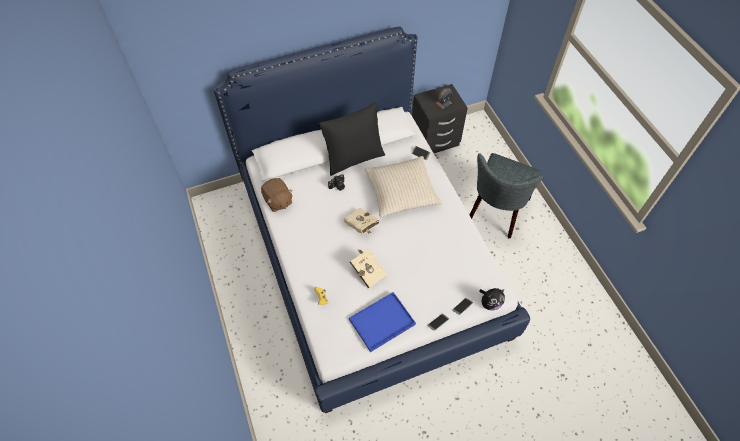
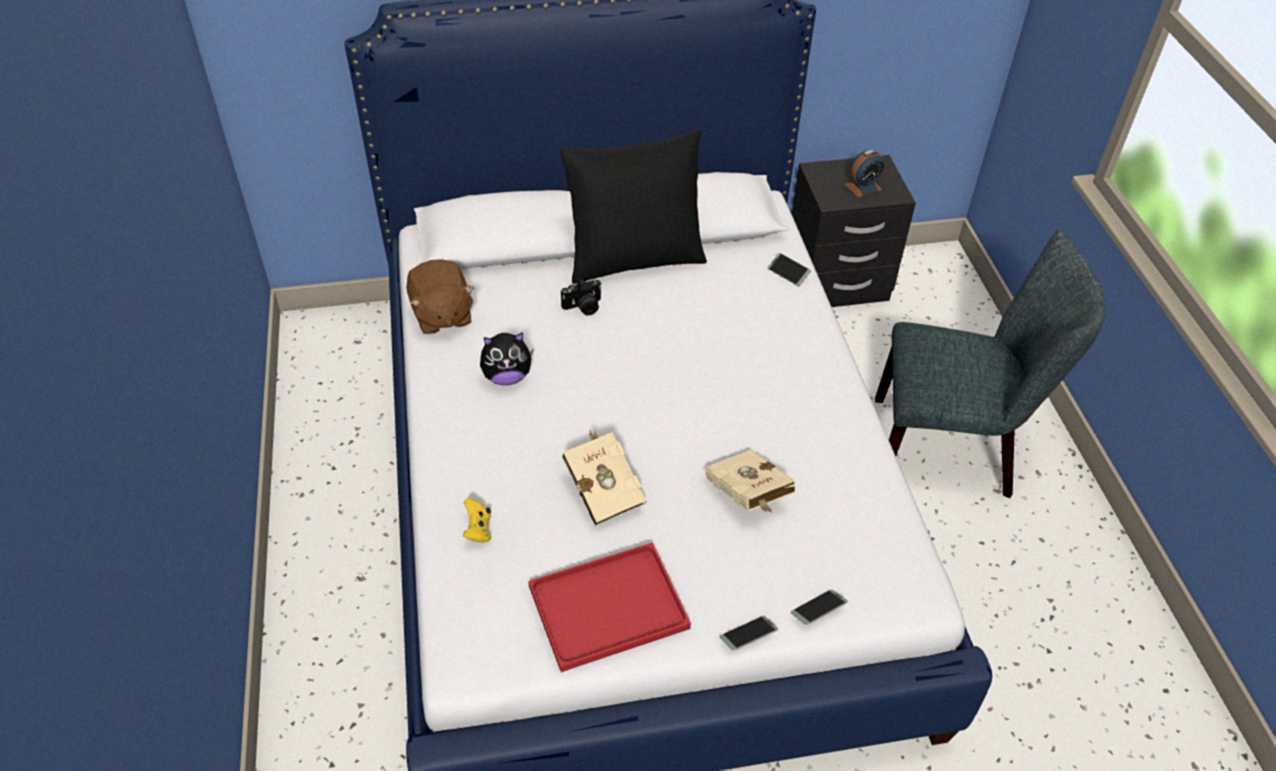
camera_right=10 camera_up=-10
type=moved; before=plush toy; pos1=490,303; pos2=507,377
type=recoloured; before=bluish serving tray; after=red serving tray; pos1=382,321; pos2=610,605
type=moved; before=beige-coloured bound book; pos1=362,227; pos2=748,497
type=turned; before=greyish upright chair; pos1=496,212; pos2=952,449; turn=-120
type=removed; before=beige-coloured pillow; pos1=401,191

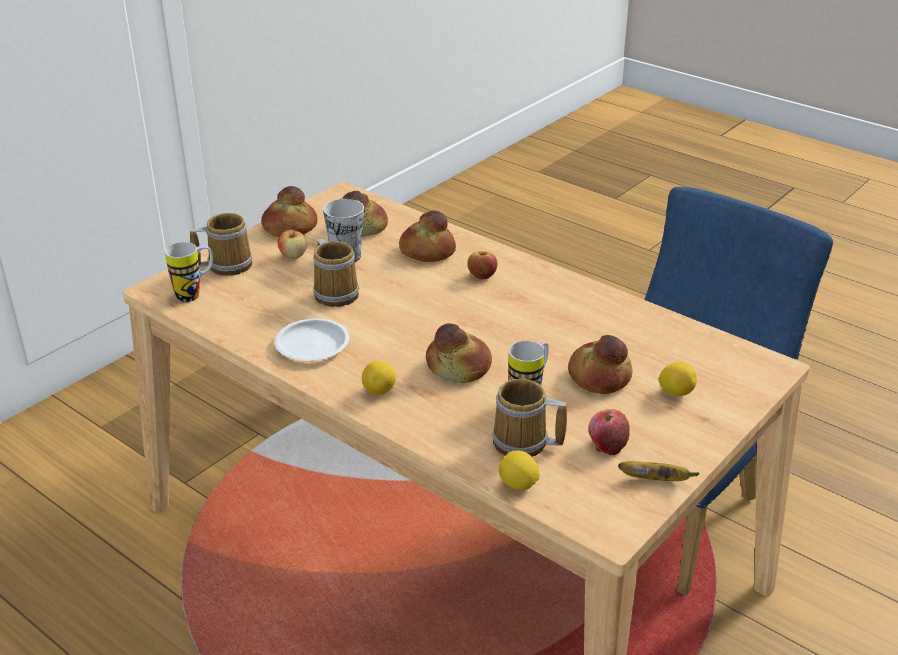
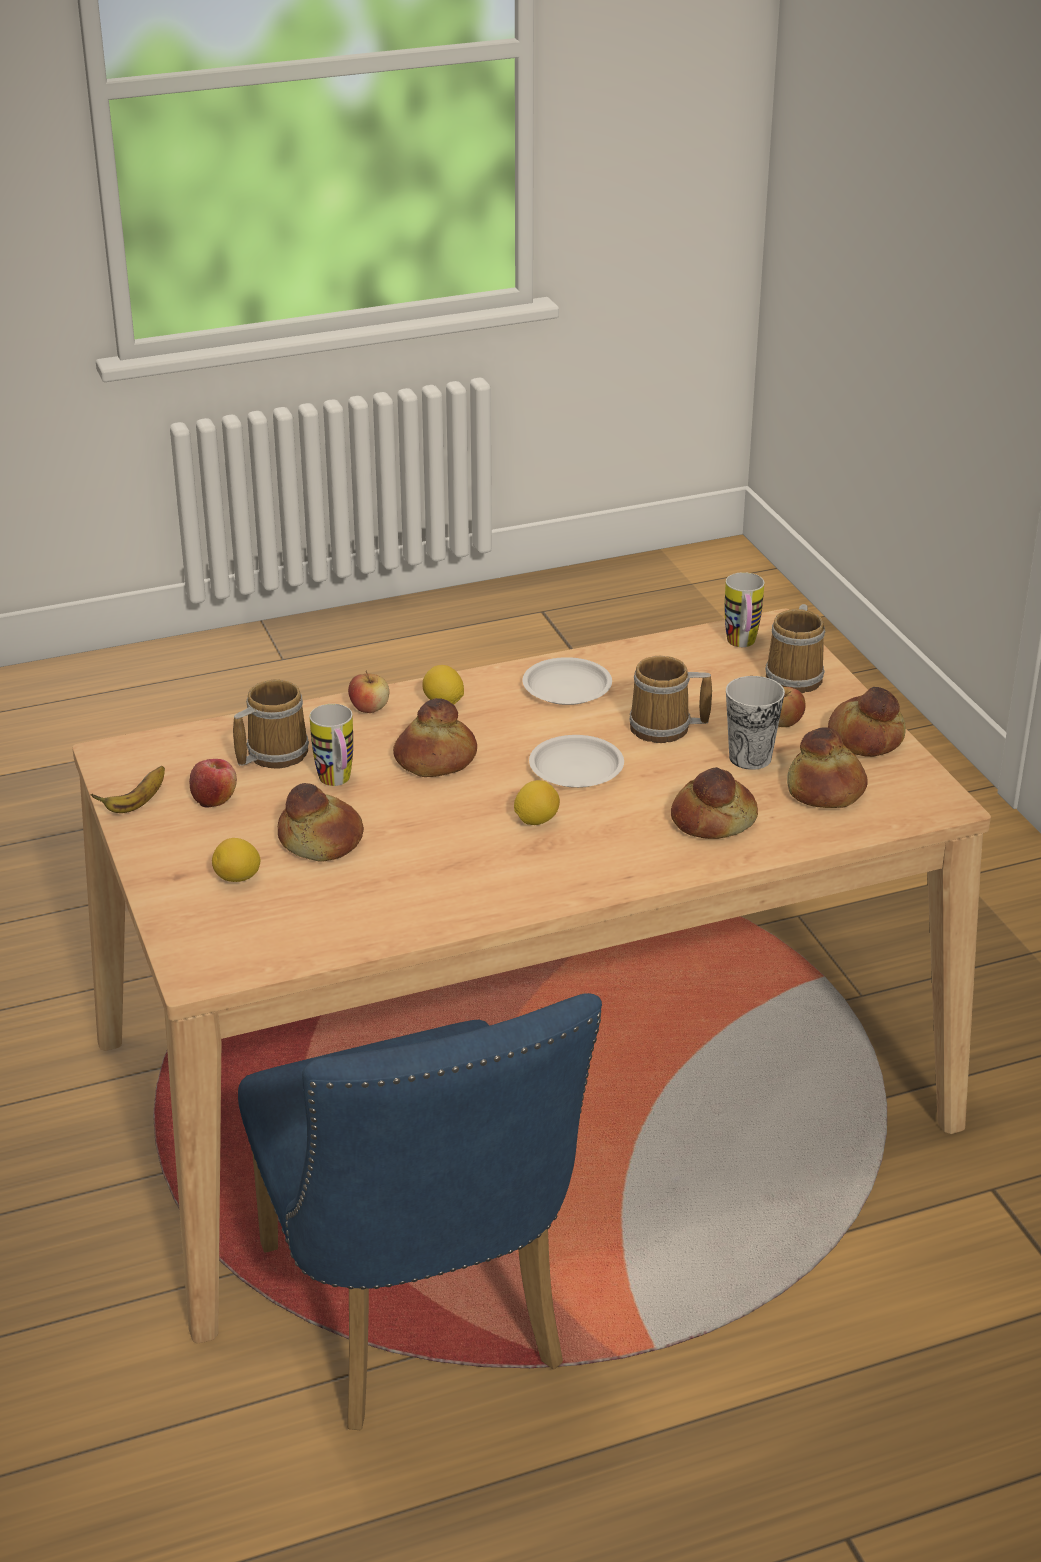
camera_right=120 camera_up=0
type=moved; before=apple; pos1=482,276; pos2=369,708
type=moved; before=lemon; pos1=518,485; pos2=536,820
type=added; after=white-coloured plate; pos2=575,768

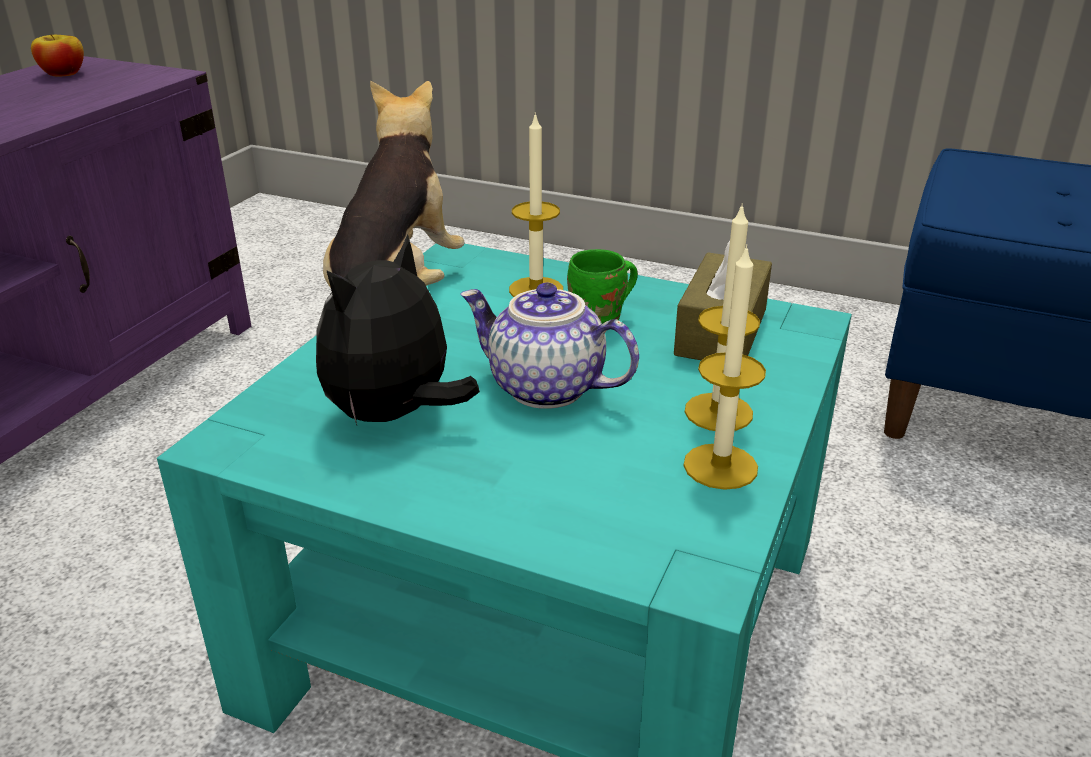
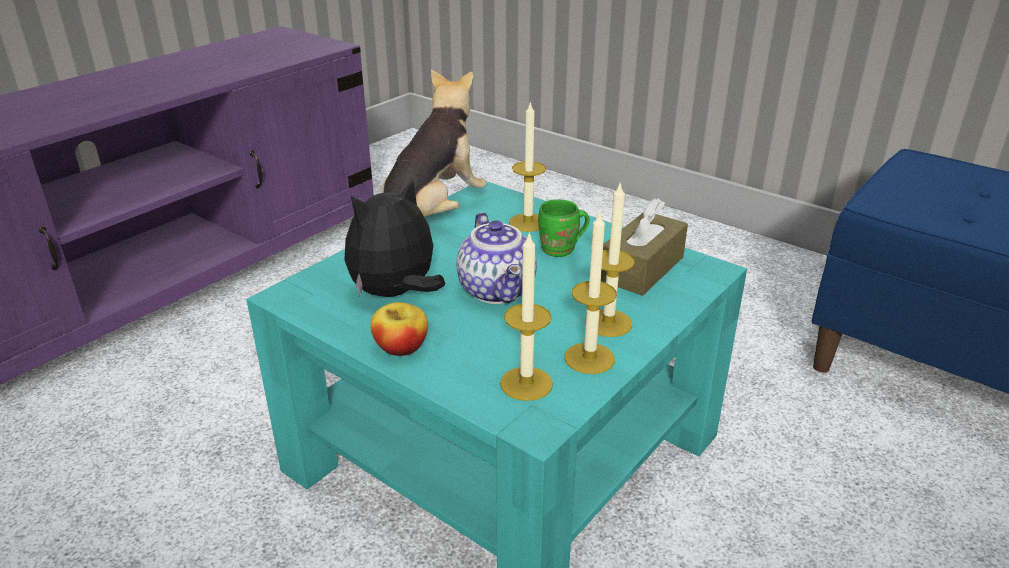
camera_right=15 camera_up=0
type=moved; before=apple; pos1=63,74; pos2=401,348
type=turned; before=teapot; pos1=544,389; pos2=499,290; turn=-150
type=added; after=candle; pos2=526,383

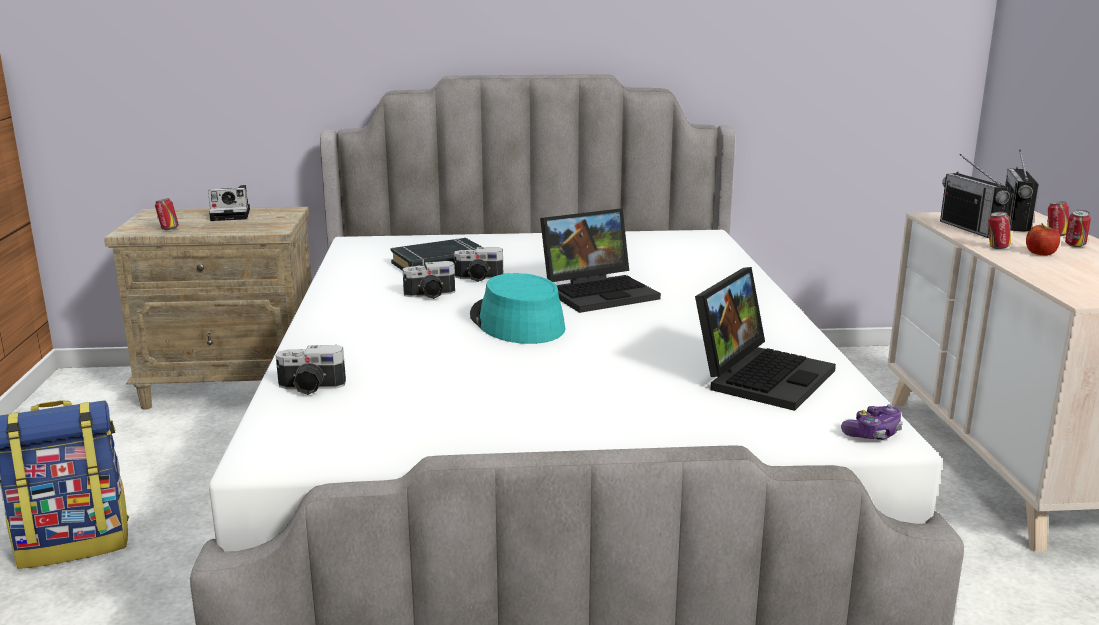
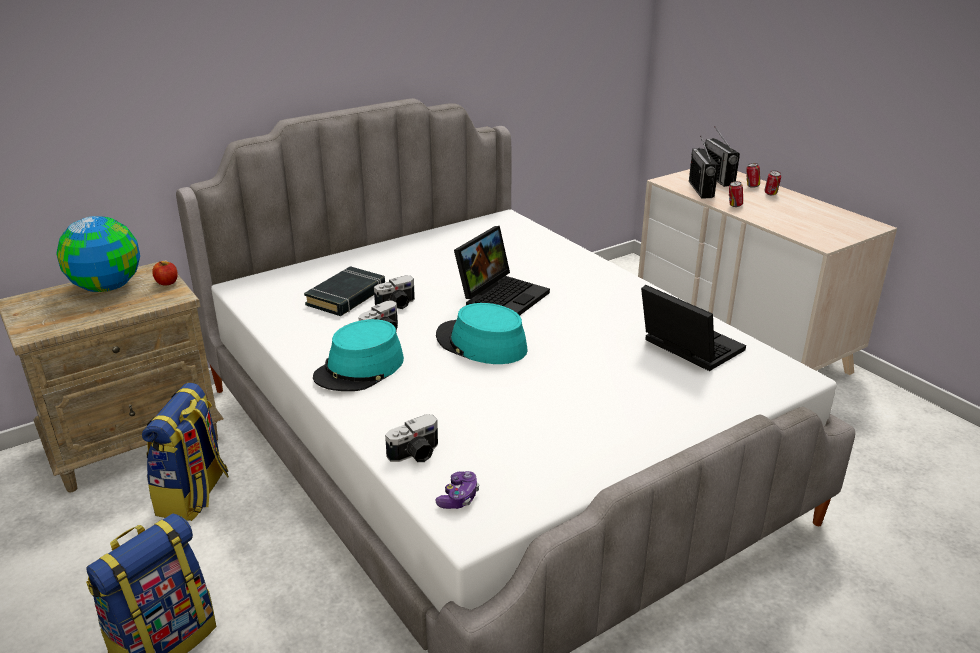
camera_right=-30 camera_up=10
type=replaced; before=still camera; after=world globe; pos1=232,214; pos2=107,287
type=added; after=knapsack; pos2=194,495
type=moved; before=apple; pos1=1040,253; pos2=167,283
type=added; after=turquoise hat; pos2=360,368
type=moved; before=joypad; pos1=873,433; pos2=459,497
type=turned; before=portable computer; pos1=761,376; pos2=686,347; turn=-45
type=turned; before=radio set; pos1=970,229; pos2=701,189; turn=45
type=removed; before=can; pos1=168,229

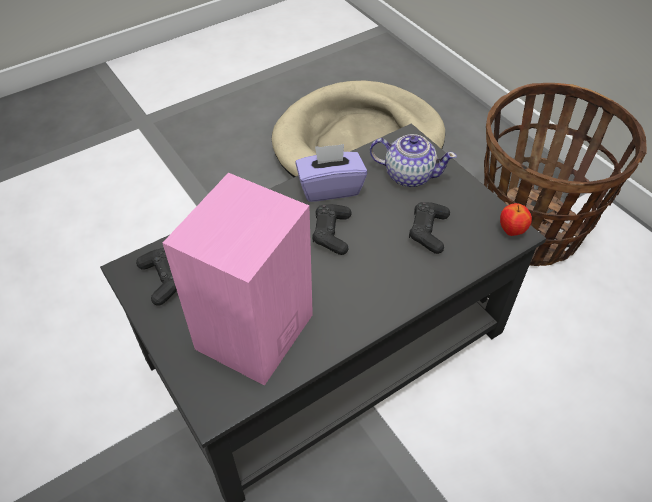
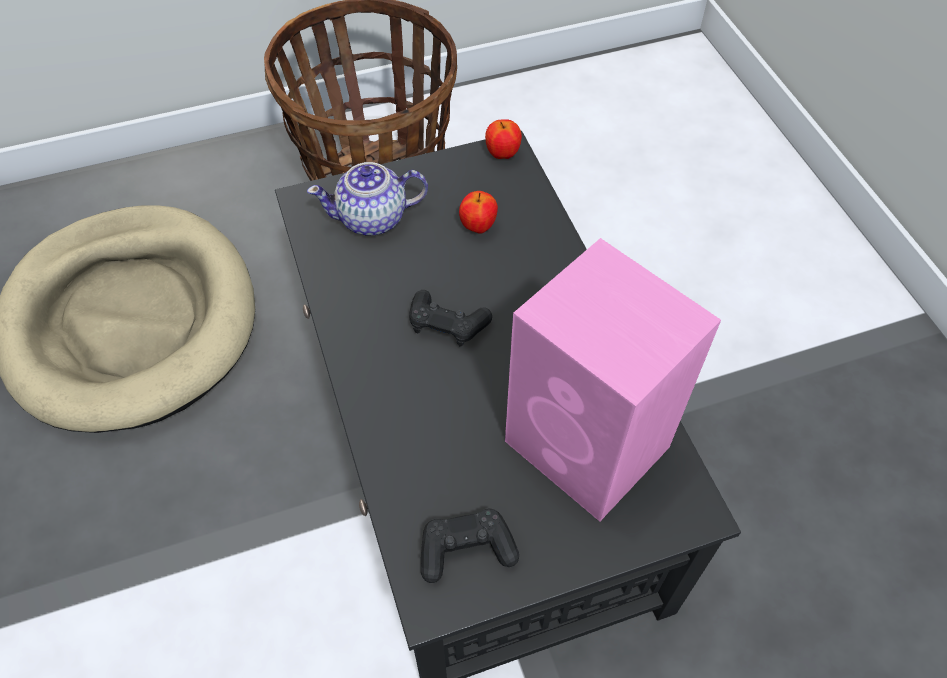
camera_right=-75 camera_up=5
type=turned; before=teapot; pos1=408,175; pos2=373,218; turn=-135
type=replaced; before=blackish joypad; after=apple; pos1=428,231; pos2=478,227
type=removed; before=purple tissue holder; pos1=330,187

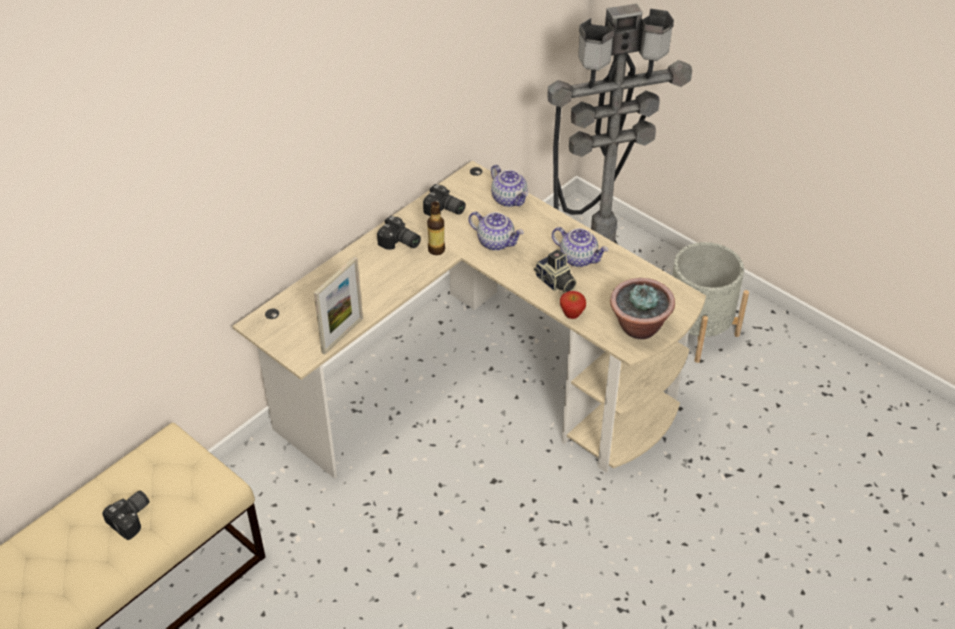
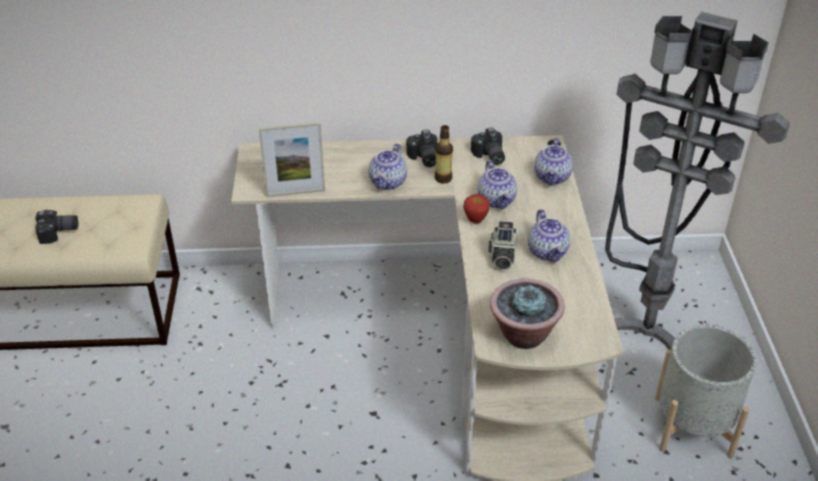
camera_right=45 camera_up=-5
type=added; after=teapot; pos2=388,182
type=moved; before=apple; pos1=572,315; pos2=475,220

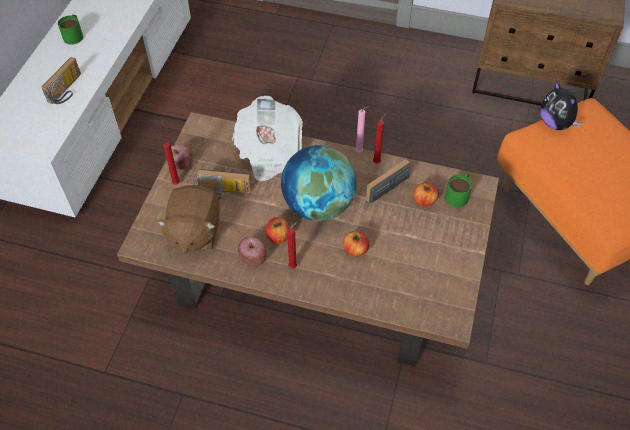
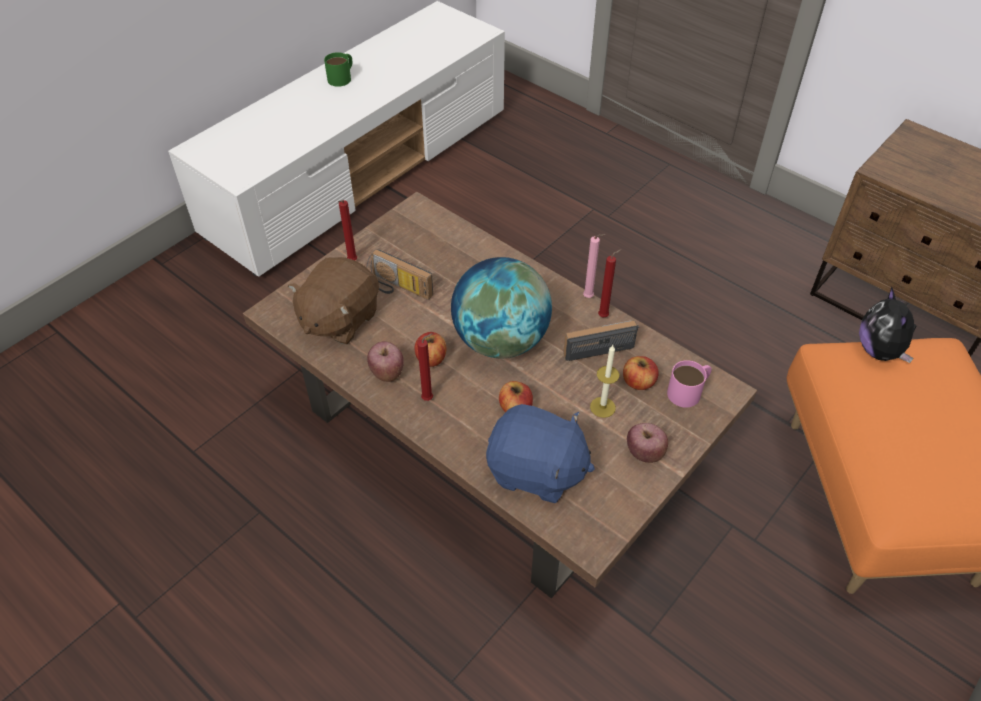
camera_right=25 camera_up=-5
type=added; after=bluish plush toy; pos2=536,471
type=added; after=candle; pos2=602,407
type=moved; before=apple; pos1=181,164; pos2=644,453
type=recoloured; before=green tea mug; after=pink tea mug; pos1=458,194; pos2=689,391
type=removed; before=radio set; pos1=67,90
type=removed; before=newspaper; pos1=269,152

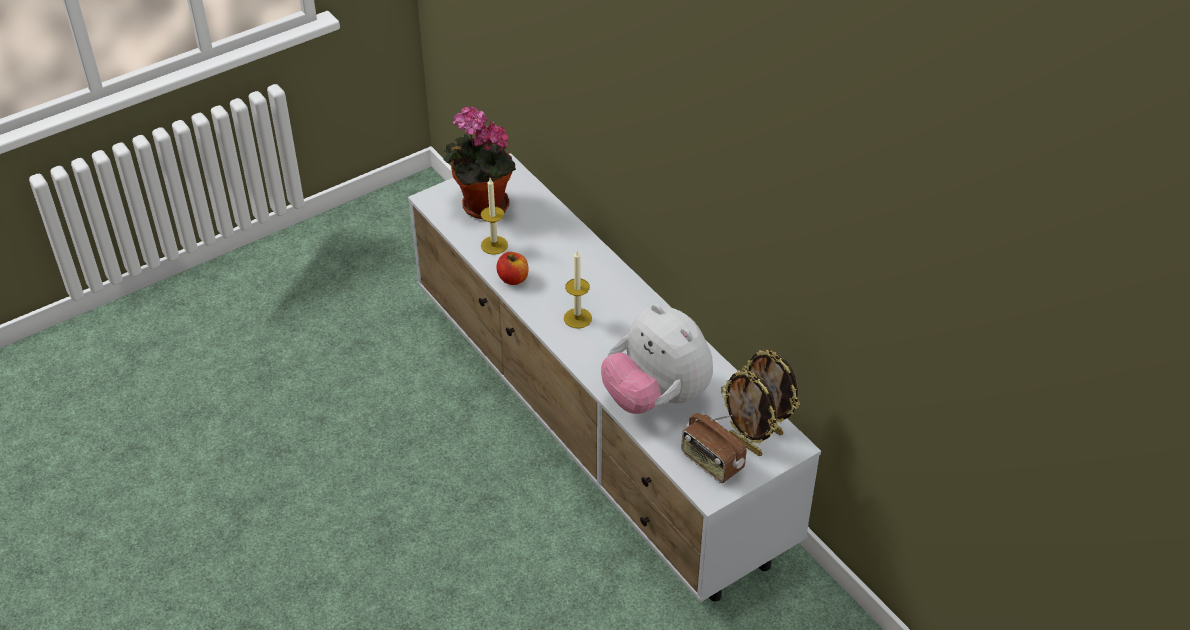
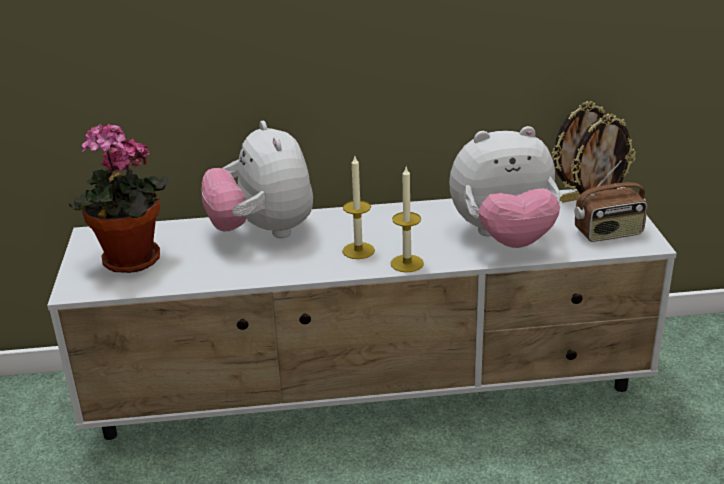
camera_right=-60 camera_up=-15
type=added; after=plush toy; pos2=263,232
type=moved; before=candle; pos1=494,245; pos2=407,263
type=removed; before=apple; pos1=513,278

